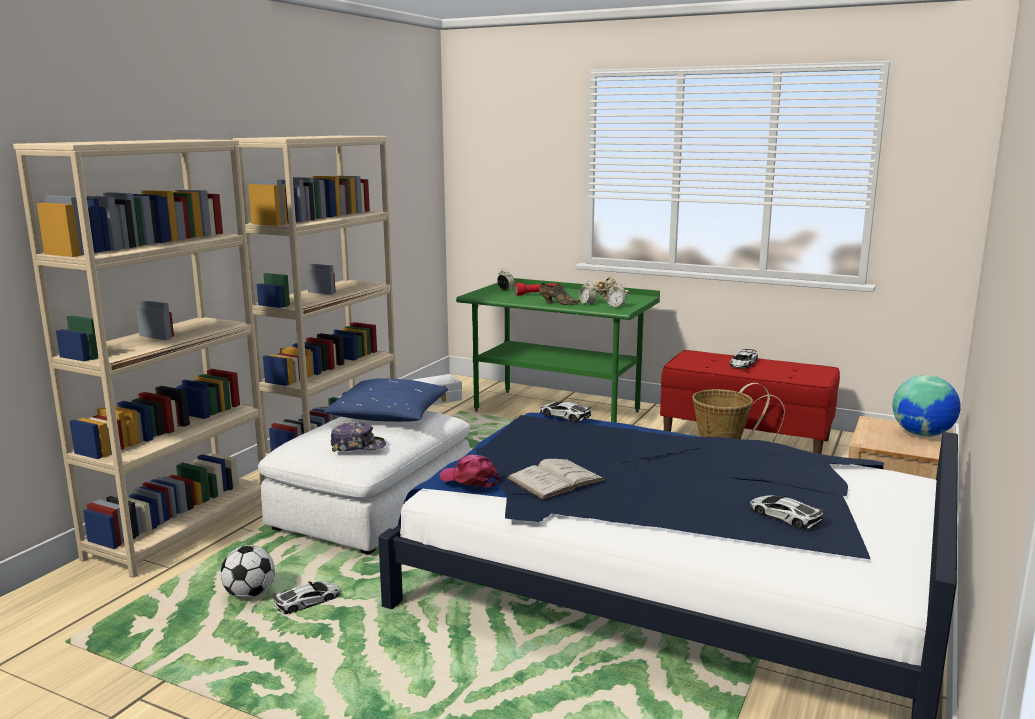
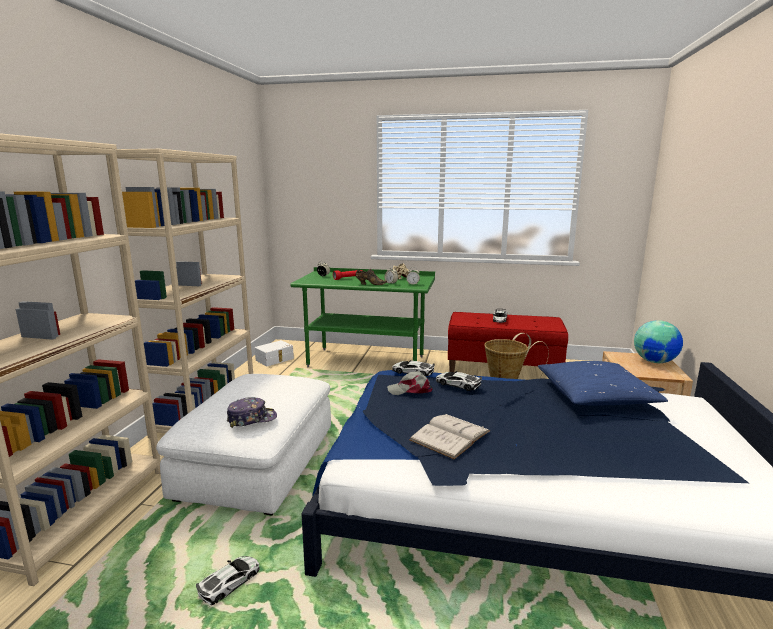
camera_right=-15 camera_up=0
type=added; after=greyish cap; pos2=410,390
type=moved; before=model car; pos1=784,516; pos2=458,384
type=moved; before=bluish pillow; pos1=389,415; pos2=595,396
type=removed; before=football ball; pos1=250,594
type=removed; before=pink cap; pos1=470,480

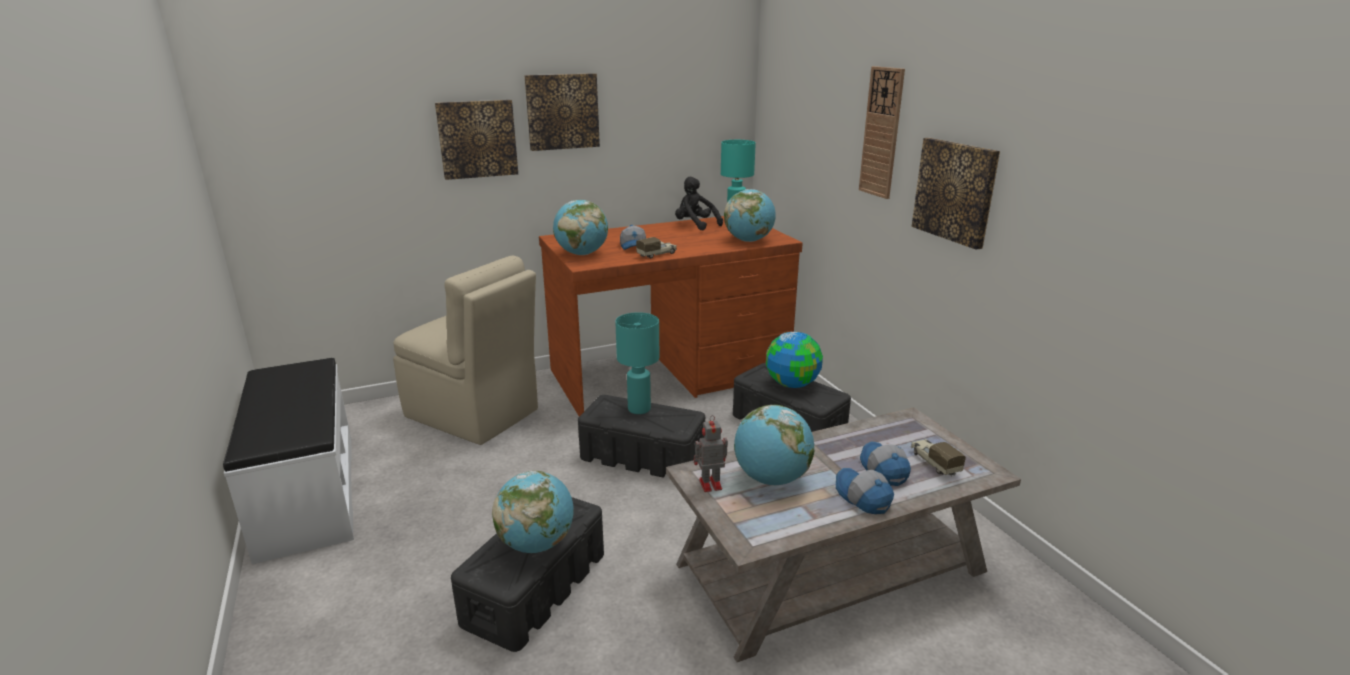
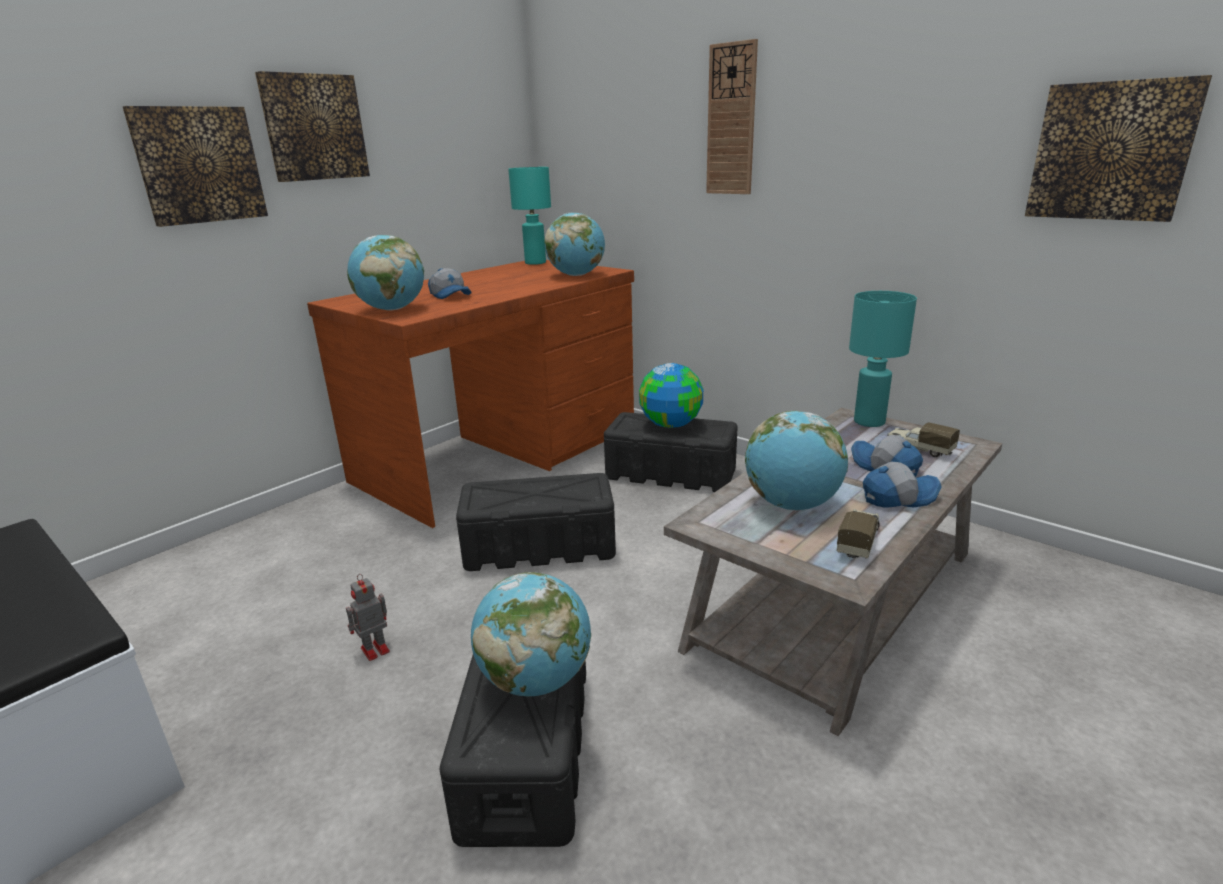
camera_right=-25 camera_up=0
type=moved; before=robot figure; pos1=709,484; pos2=373,650
type=moved; before=toy truck; pos1=657,254; pos2=858,542
type=moved; before=turquoise table lamp; pos1=639,409; pos2=869,421
type=turned; before=cap; pos1=862,497; pos2=898,497; turn=135
type=moved; before=picture; pos1=955,191; pos2=1111,151
type=removed; before=beige-coloured upright chair; pos1=474,414
type=removed; before=blackish plush toy; pos1=695,225

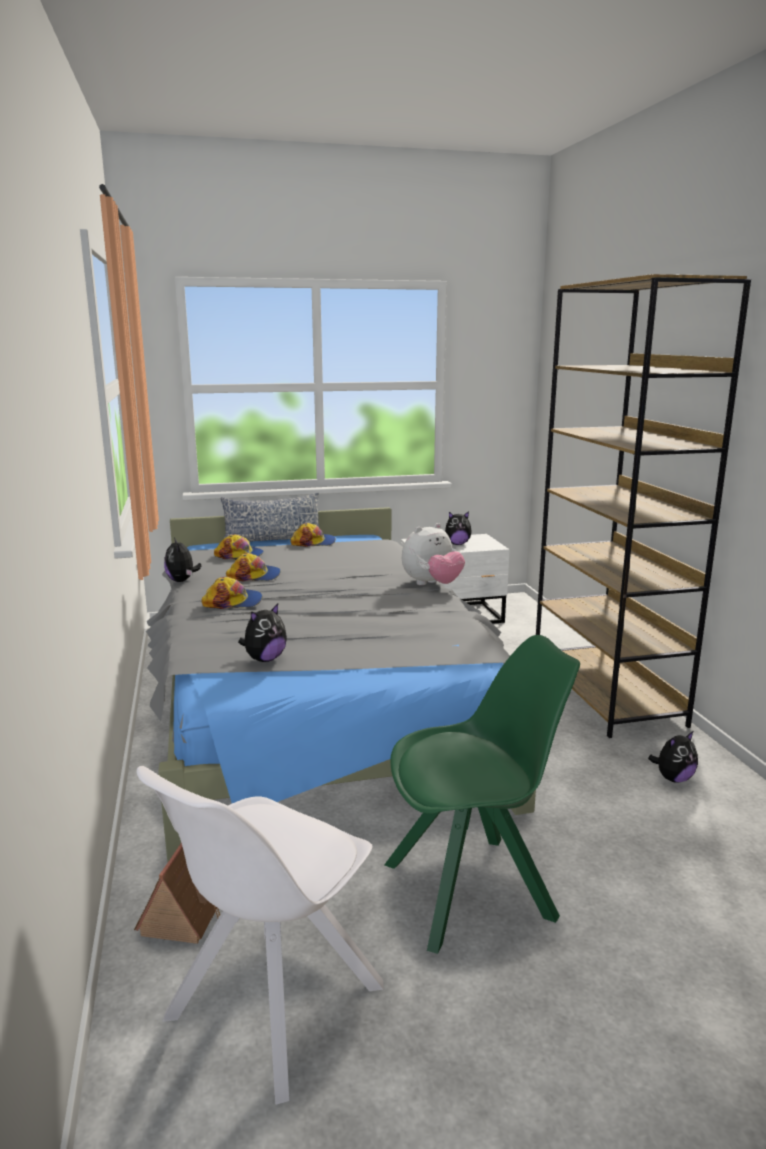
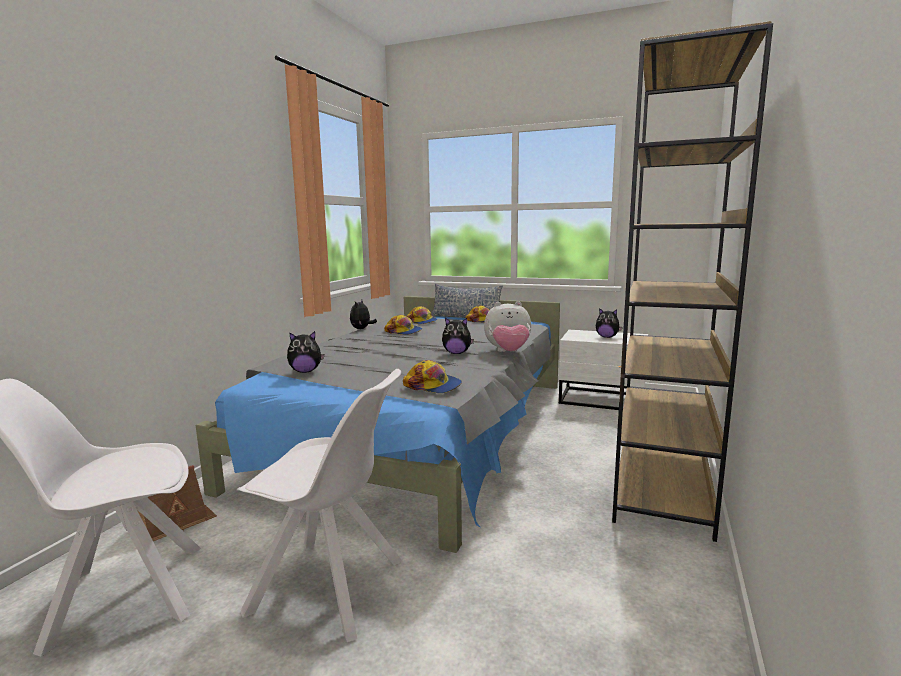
camera_right=35 camera_up=-5
type=recoloured; before=green upright chair; after=white-coloured upright chair; pos1=473,890; pos2=331,587
type=moved; before=cap; pos1=233,602; pos2=433,386
type=moved; before=plush toy; pos1=673,778; pos2=457,353

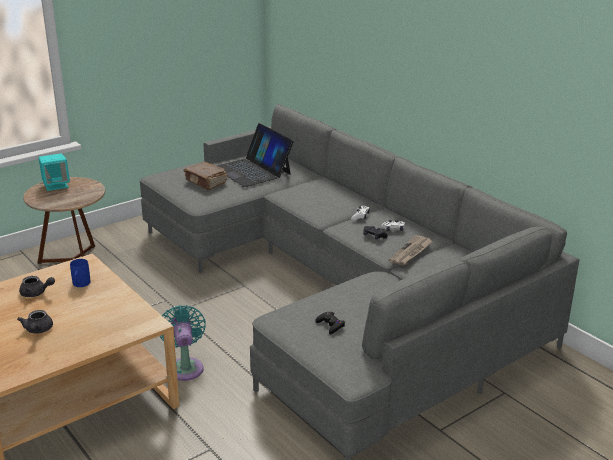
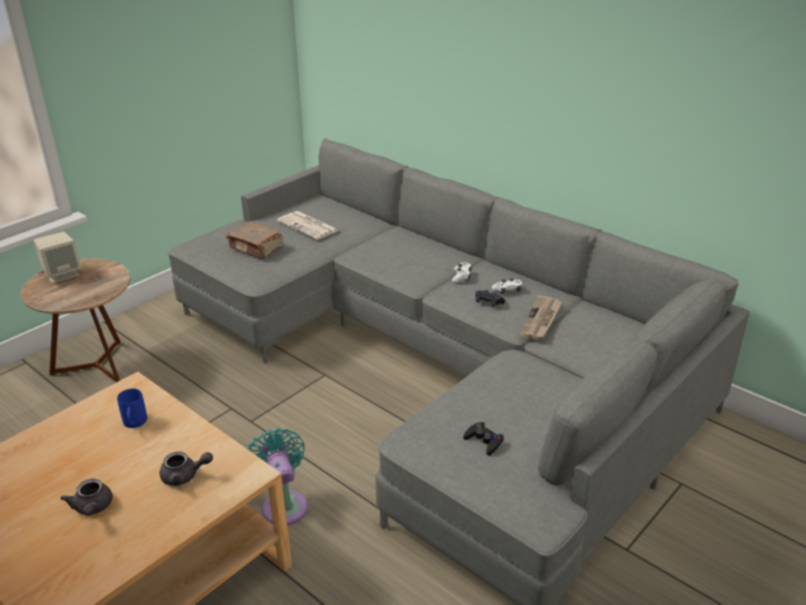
camera_right=-10 camera_up=5
type=recoloured; before=turquoise loudspeaker; after=beige-coloured loudspeaker; pos1=56,185; pos2=62,274
type=moved; before=greyish teapot; pos1=36,293; pos2=185,476
type=replaced; before=portable computer; after=newspaper; pos1=252,170; pos2=309,226

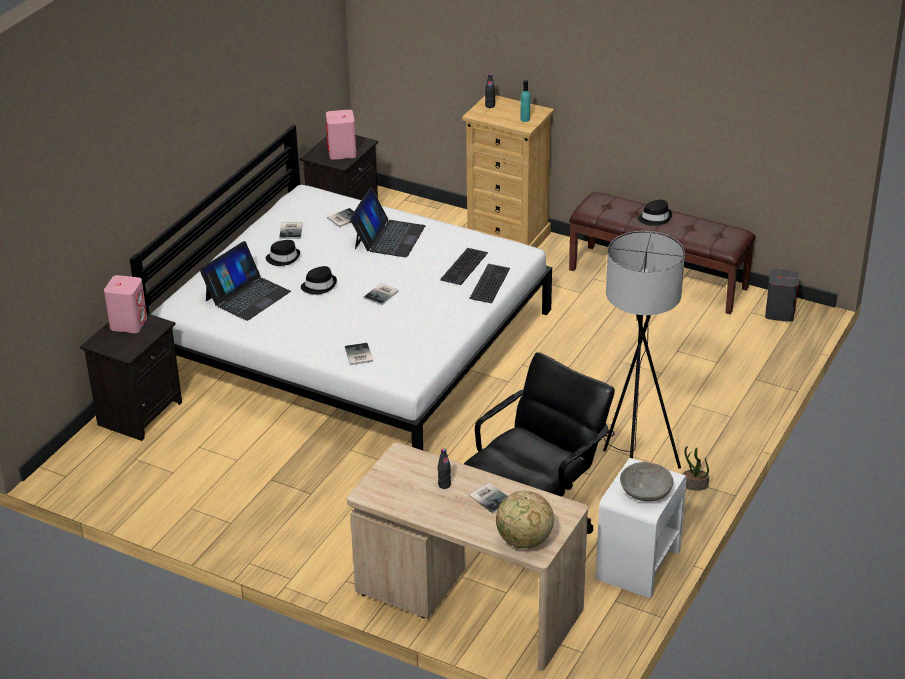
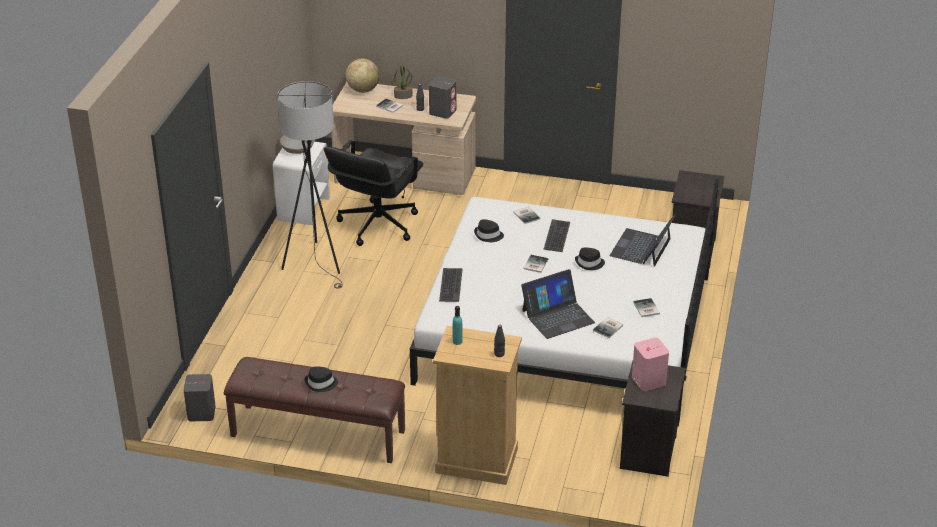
camera_right=165 camera_up=0
type=moved; before=houseplant; pos1=694,485; pos2=403,96
type=added; after=greyish loudspeaker; pos2=443,111
type=moved; before=blackish hat; pos1=283,258; pos2=488,235
type=turned; before=portable computer; pos1=388,237; pos2=557,316; turn=-120
type=moved; before=PC keyboard; pos1=463,266; pos2=557,236
type=removed; before=pink loudspeaker; pos1=129,323

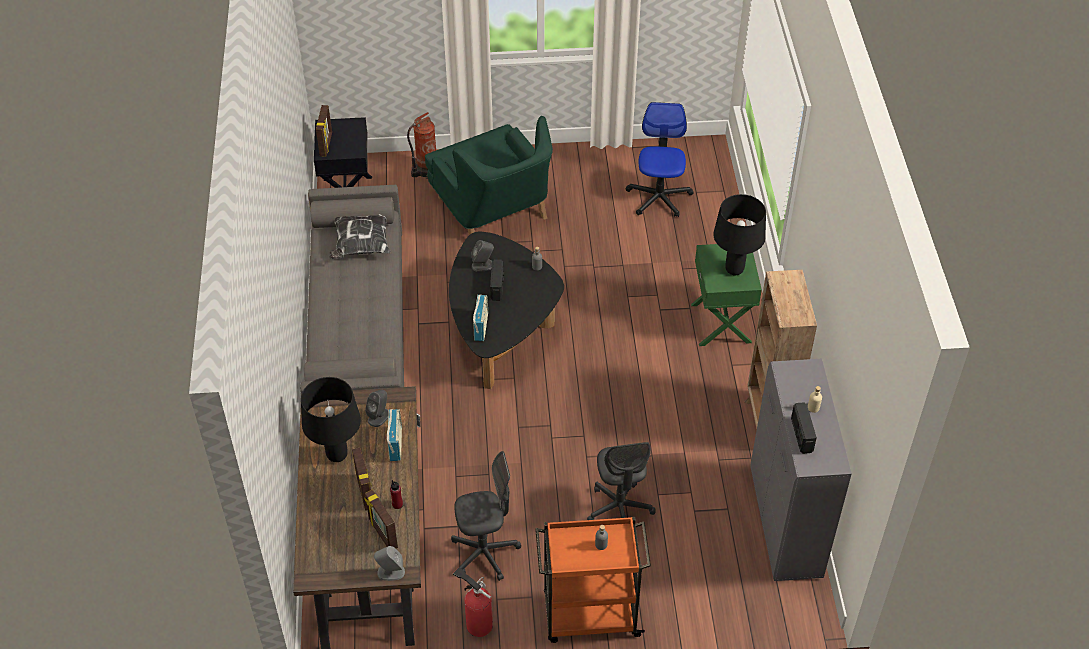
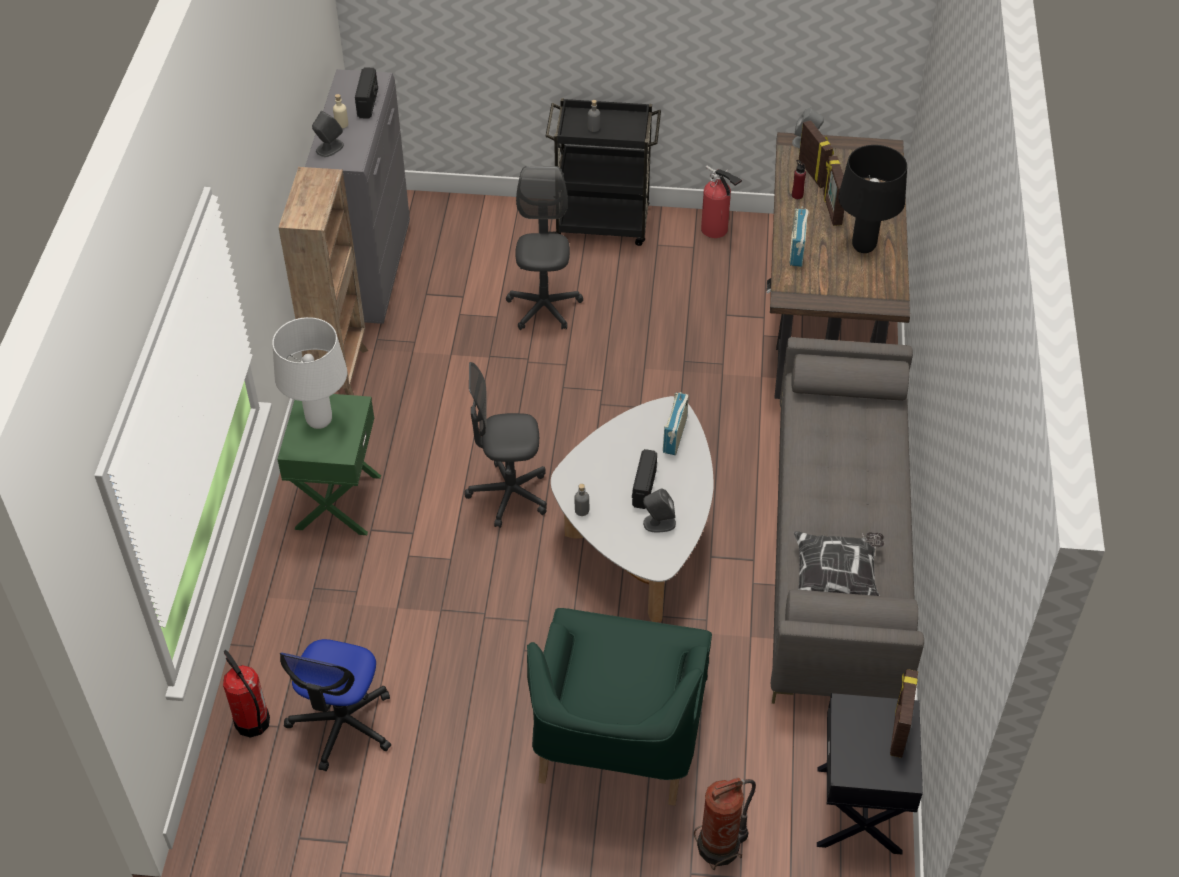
camera_right=-170 camera_up=0
type=added; after=extinguisher; pos2=252,722
type=recoloured; before=blackish table lamp; after=white-coloured table lamp; pos1=734,270; pos2=320,421
type=moved; before=greyish loudspeaker; pos1=379,417; pos2=329,148
type=moved; before=greyish office chair; pos1=485,553; pos2=509,495
type=turned; before=green armchair; pos1=493,210; pos2=616,741; turn=-150
type=recoloured; before=orangey wheeled cart; after=blackish wheeled cart; pos1=589,615; pos2=603,224
type=recoloured; before=blackish coffee table; after=white-coloured coffee table; pos1=501,329; pos2=639,535

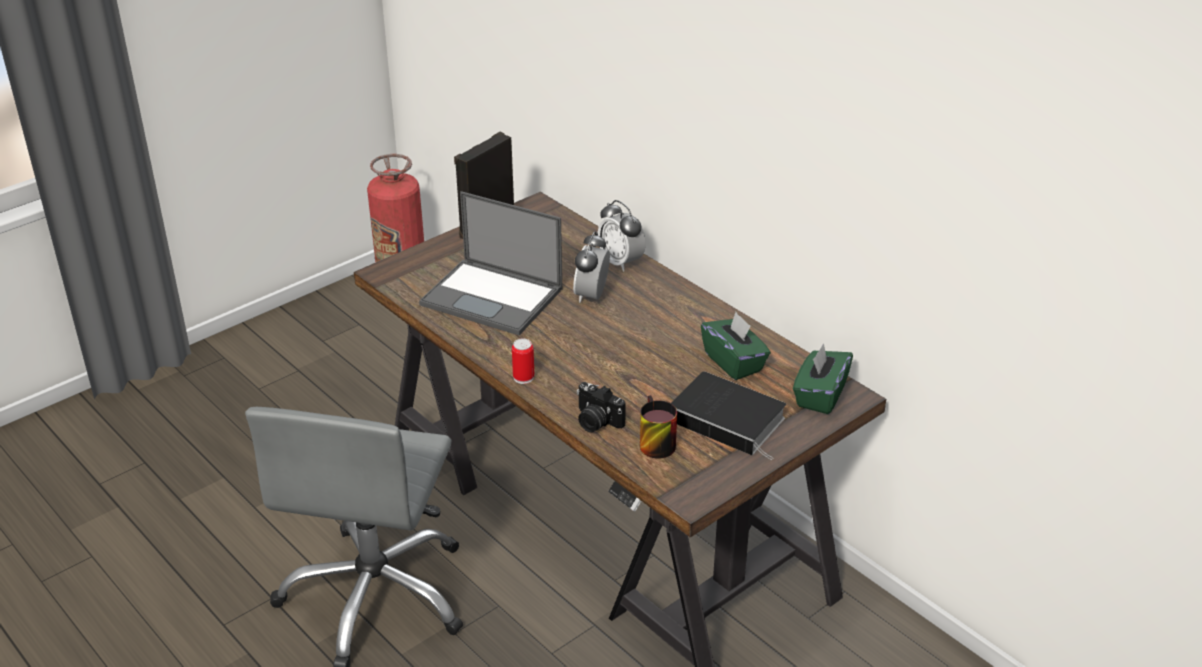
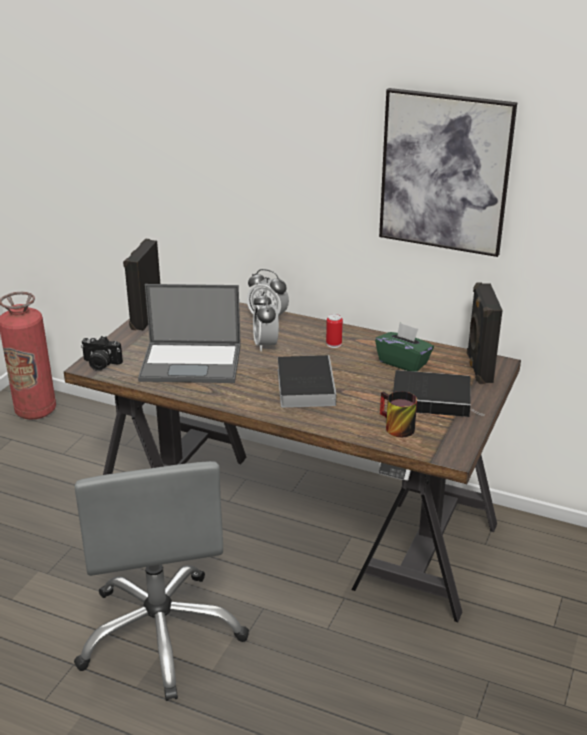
camera_right=-25 camera_up=-5
type=moved; before=still camera; pos1=596,421; pos2=100,364
type=added; after=bound book; pos2=305,385
type=moved; before=can; pos1=523,377; pos2=334,344
type=added; after=picture; pos2=445,172
type=replaced; before=green tissue holder; after=blackish loudspeaker; pos1=820,395; pos2=478,368

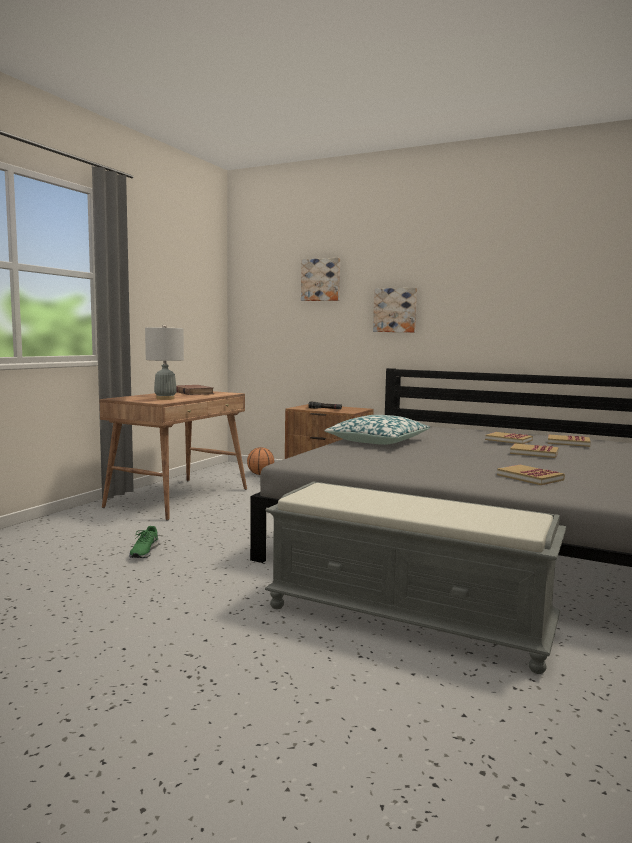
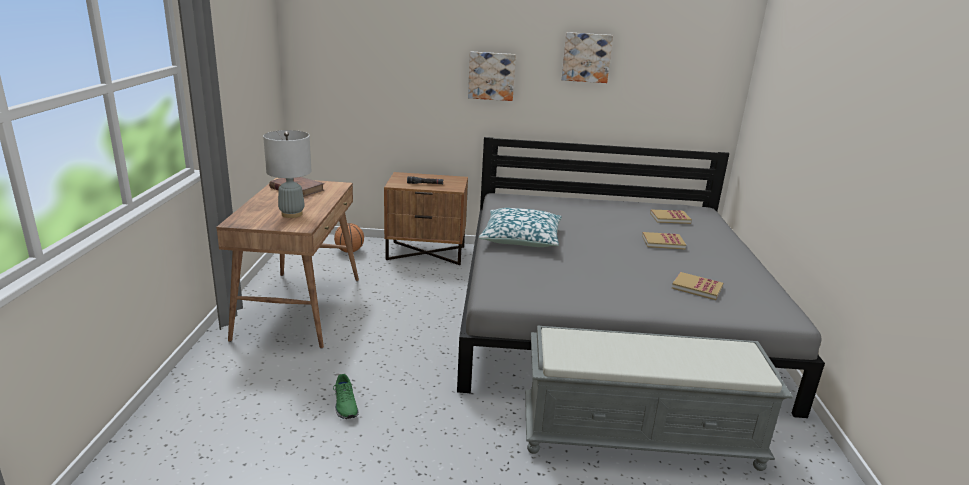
camera_right=-25 camera_up=15
type=moved; before=picture; pos1=321,280; pos2=586,57
type=removed; before=bound book; pos1=508,440

